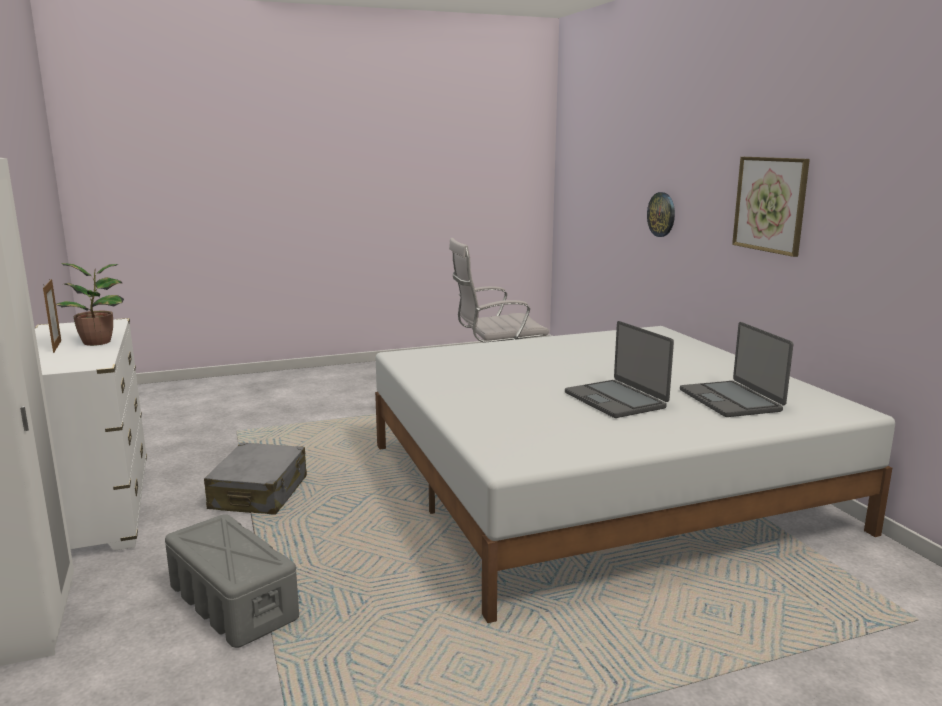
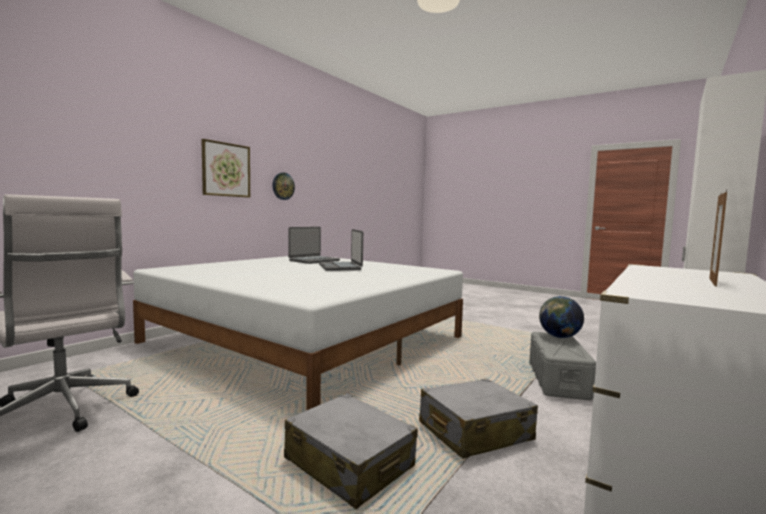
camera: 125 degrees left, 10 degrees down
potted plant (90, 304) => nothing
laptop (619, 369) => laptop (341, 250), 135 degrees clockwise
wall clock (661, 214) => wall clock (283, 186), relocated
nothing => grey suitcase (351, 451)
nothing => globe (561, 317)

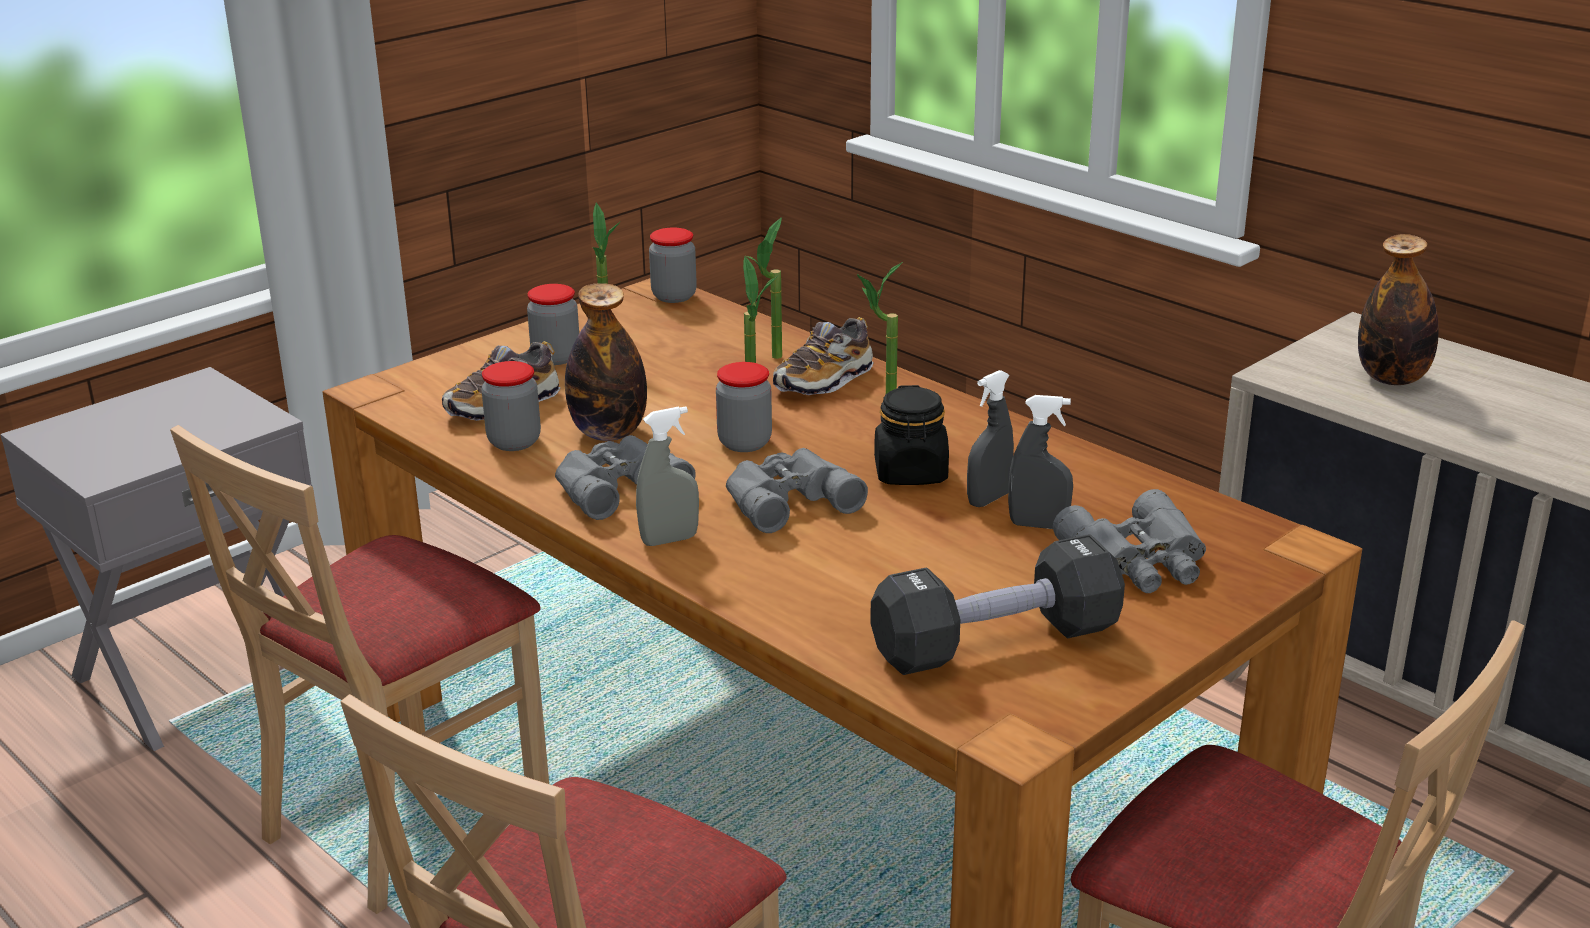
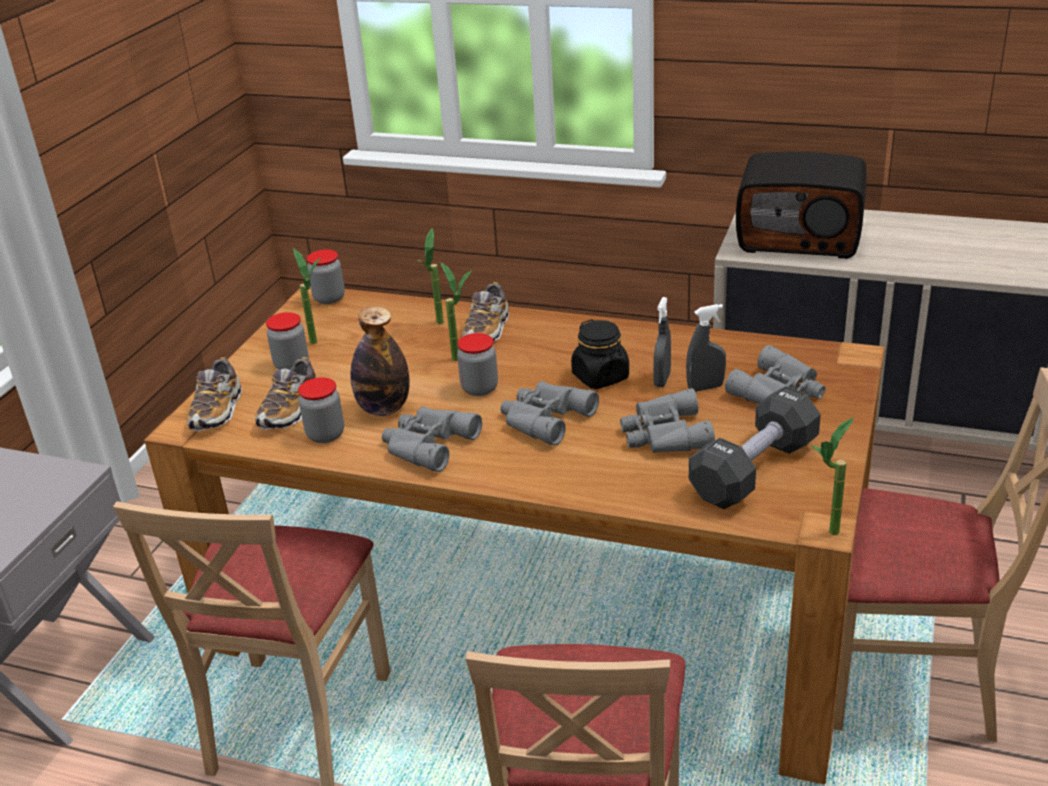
camera: 25 degrees left, 5 degrees up
grey spray bottle (667, 476) => nothing
potted plant (880, 328) => potted plant (832, 476), relocated
bottle (1398, 309) => radio (801, 205)
nothing => shoe (214, 394)
nothing => grey binoculars (667, 420)

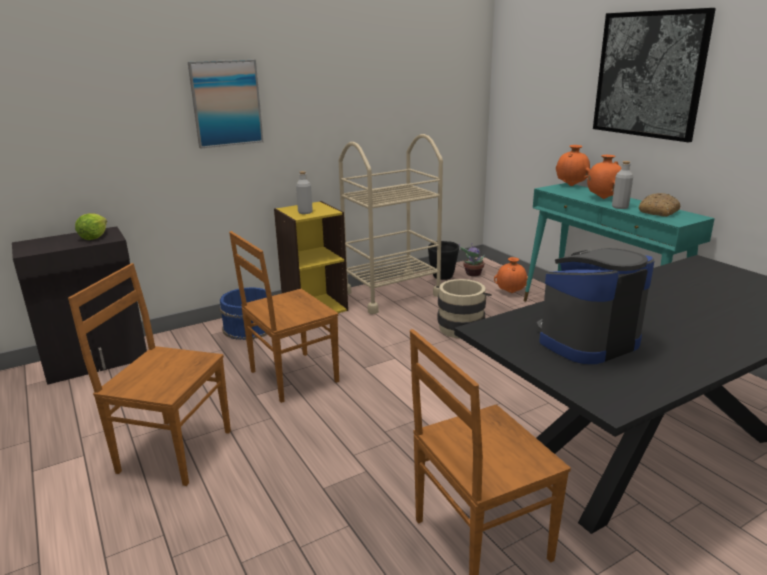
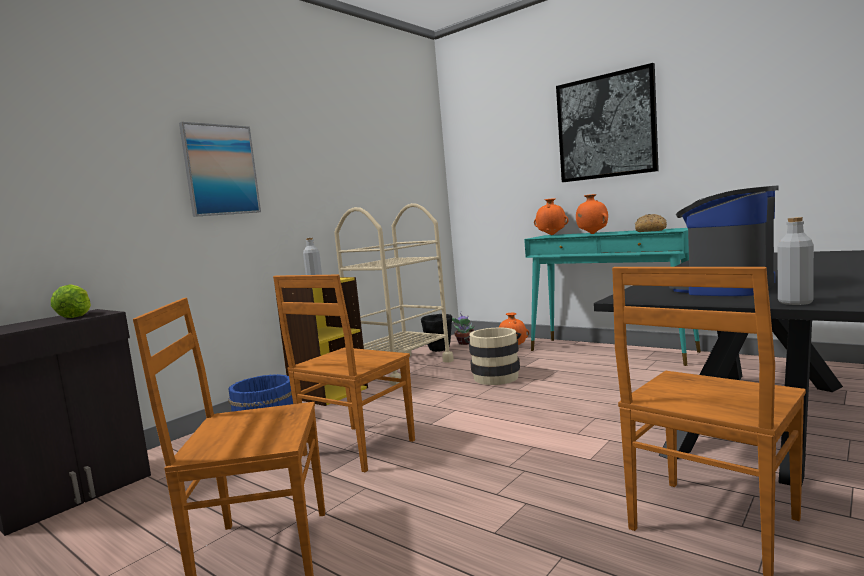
camera: 20 degrees left, 15 degrees down
grey bottle (622, 185) => grey bottle (795, 261), relocated

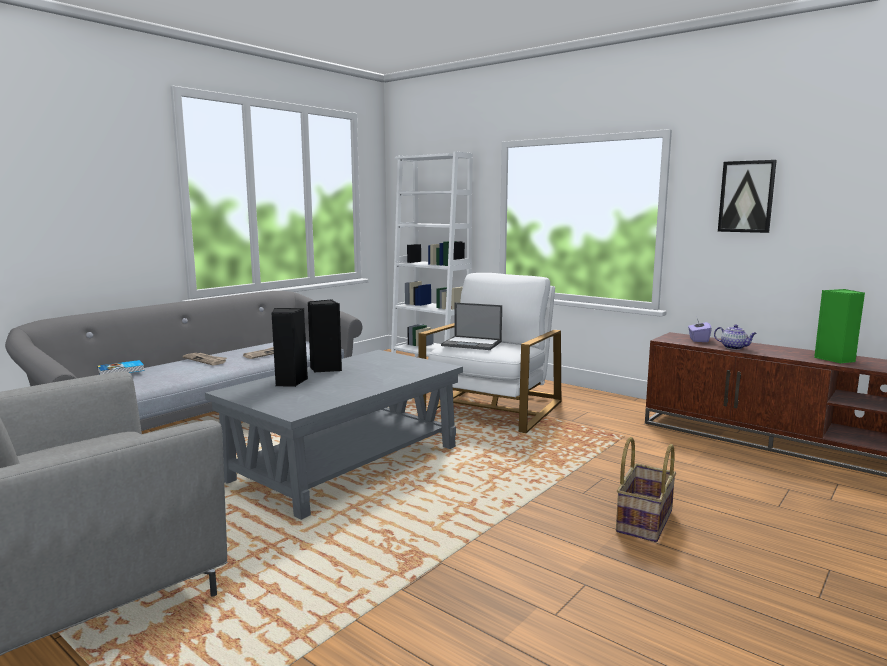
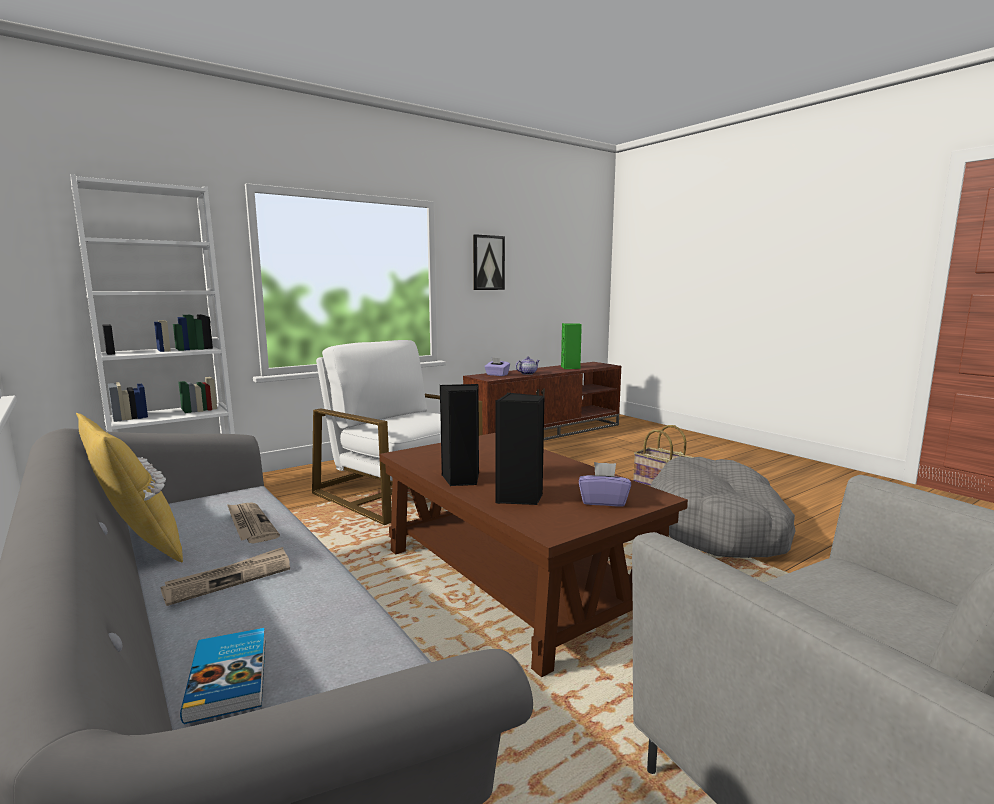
camera: 75 degrees left, 0 degrees up
grey coffee table (334, 435) => brown coffee table (533, 555)
laptop (471, 326) => nothing
nothing => yellow pillow (129, 487)
nothing => purple tissue box (605, 484)
nothing => grey dog bed (723, 507)

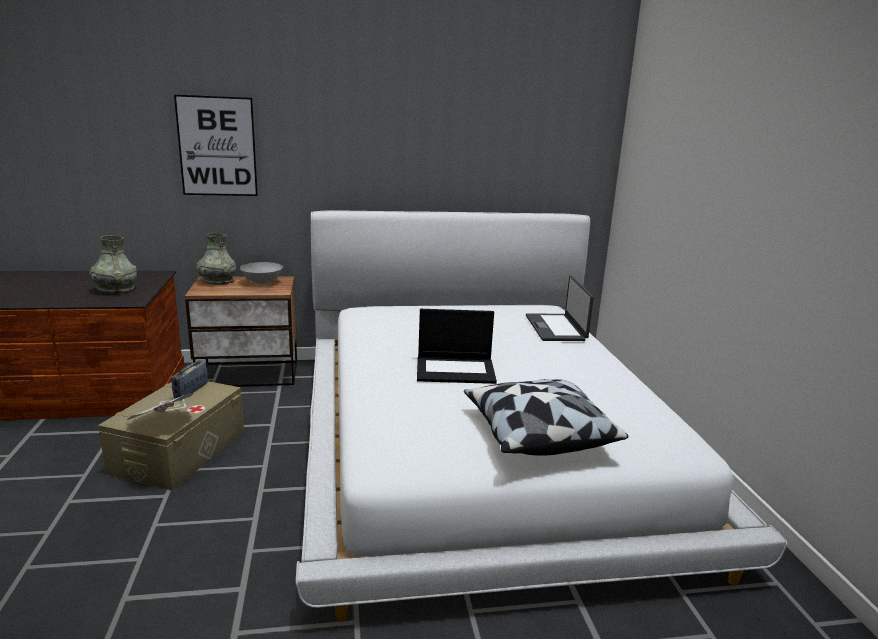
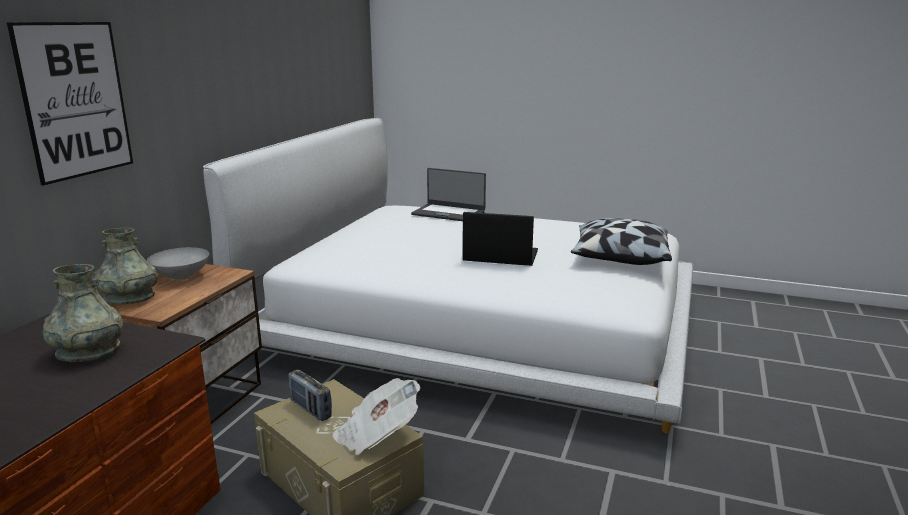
camera: 60 degrees left, 0 degrees up
laptop (457, 346) => laptop (500, 239), 105 degrees counterclockwise

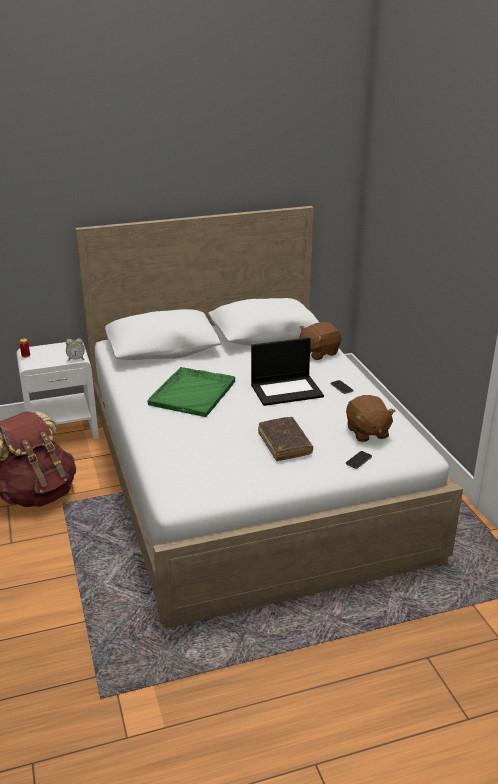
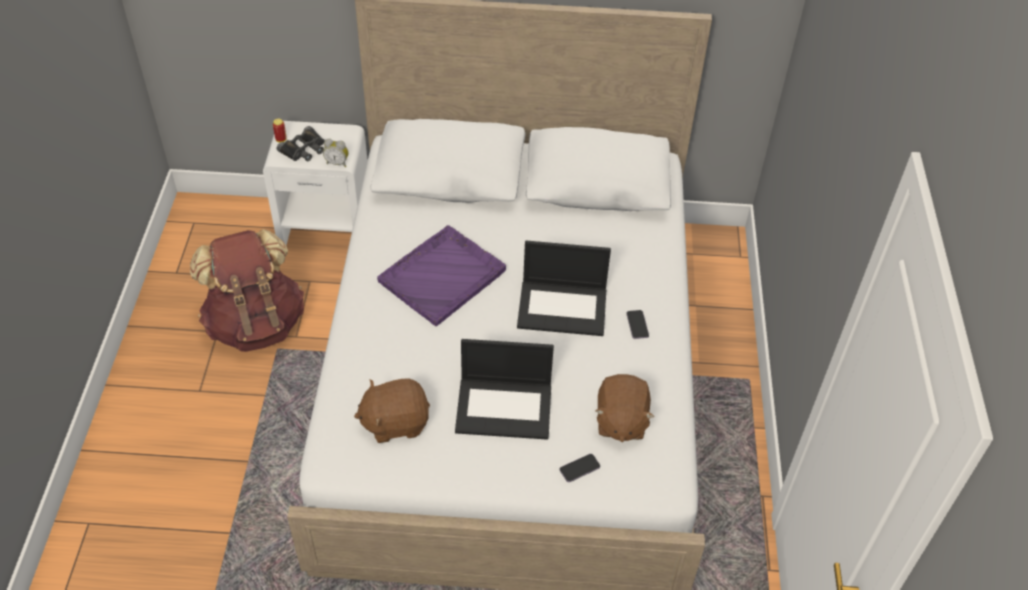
camera: 20 degrees right, 20 degrees up
green tray (191, 392) => purple tray (441, 275)
brown book (285, 439) => laptop (504, 389)
brown plush toy (320, 341) => brown plush toy (392, 410), relocated
nothing => black binoculars (301, 143)

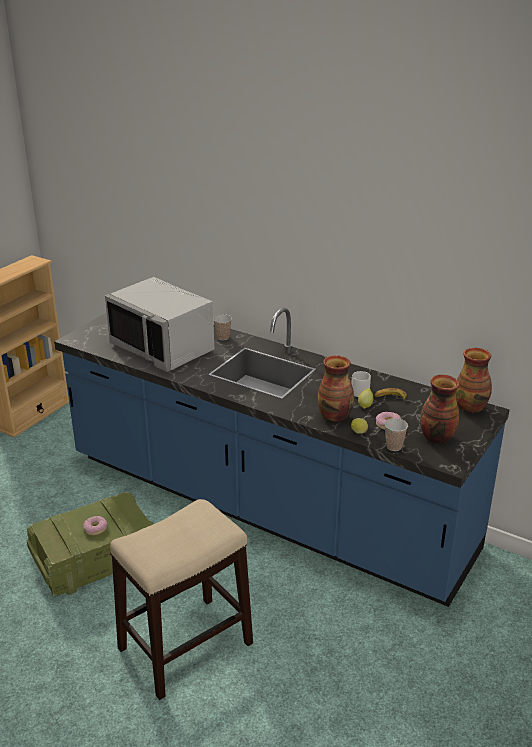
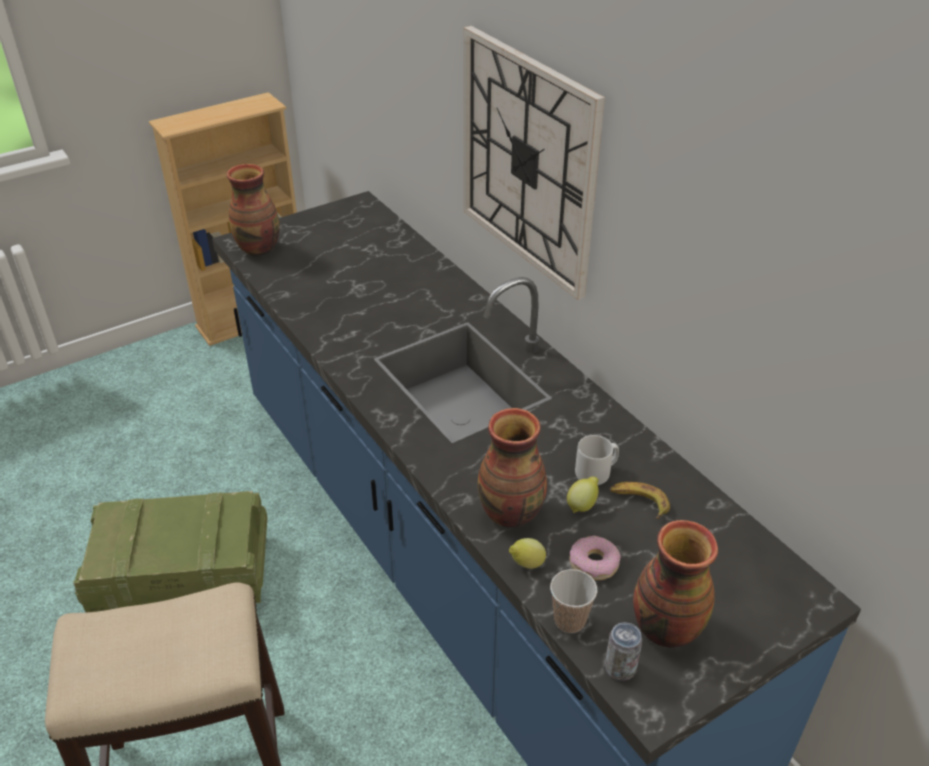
camera: 25 degrees right, 10 degrees up
donut (95, 525) => nothing
grey microwave (159, 324) => nothing
cup (222, 327) => nothing
vase (474, 380) => vase (253, 210), relocated
nothing => wall clock (534, 163)
nothing => can (623, 651)

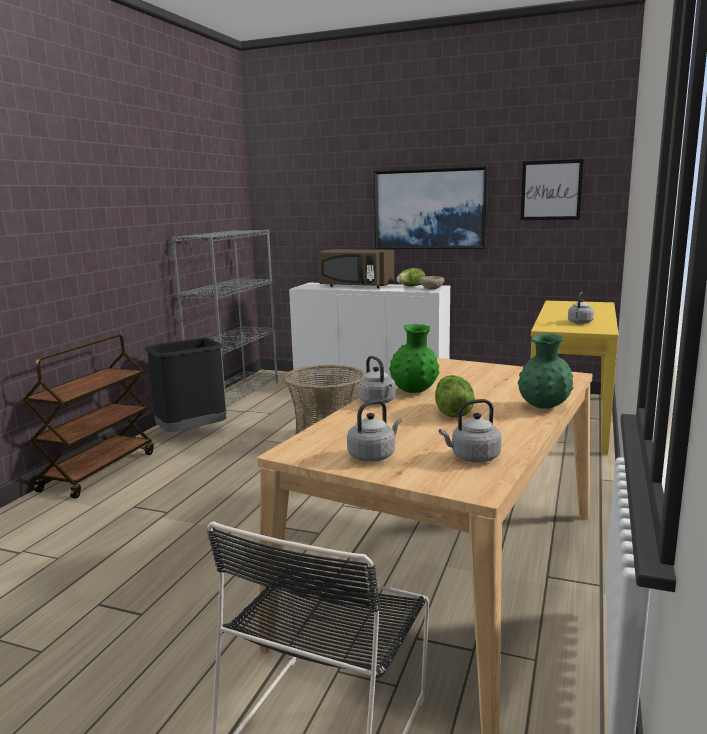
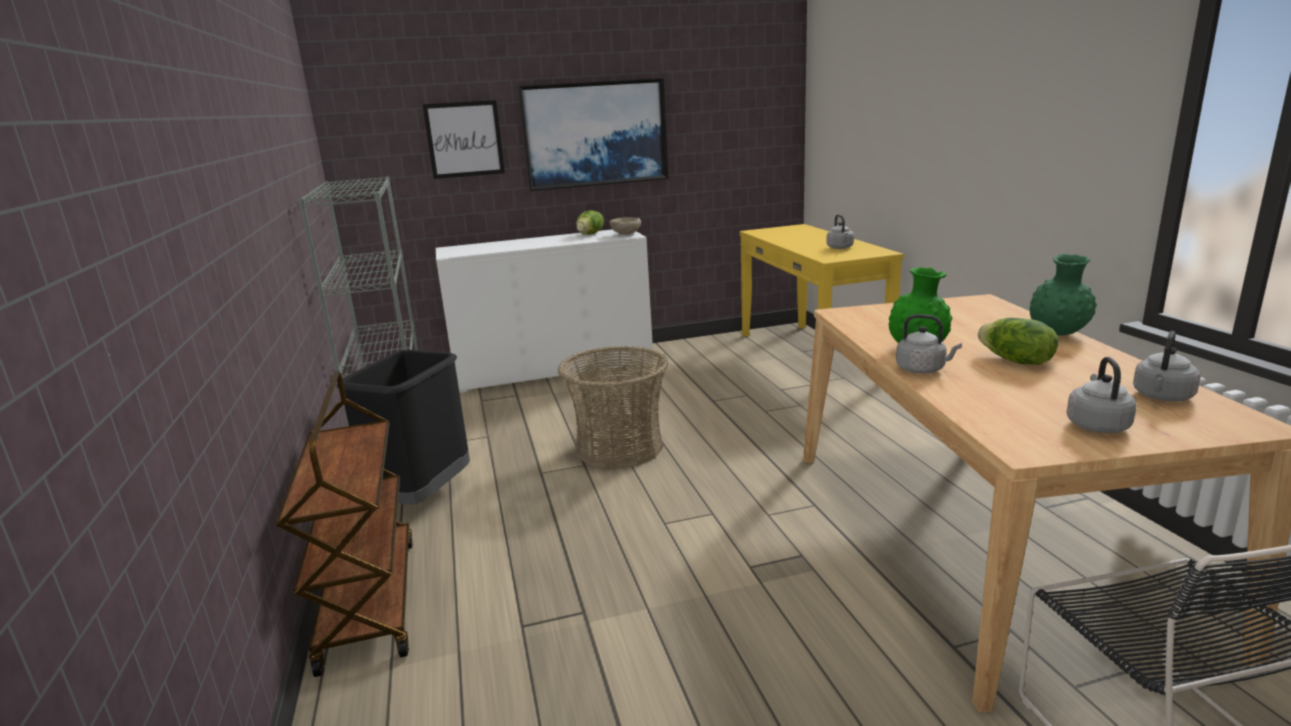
camera: 35 degrees left, 5 degrees up
brown microwave (356, 268) => nothing
picture (552, 189) => picture (464, 139), relocated

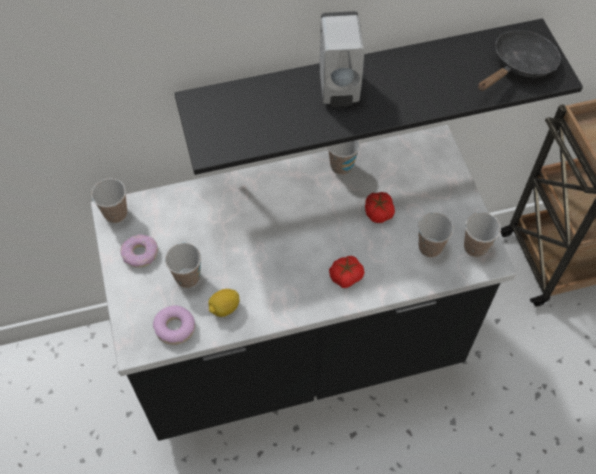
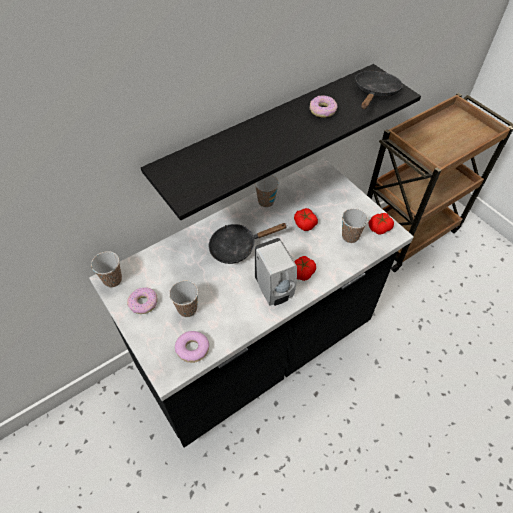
camera: 20 degrees left, 5 degrees down
lemon (224, 303) => nothing
white soap dispenser (342, 59) => white soap dispenser (276, 272), relocated
cup (482, 234) => tomato (381, 223)
nothing => black frying pan (248, 243)
nothing => donut (323, 106)

